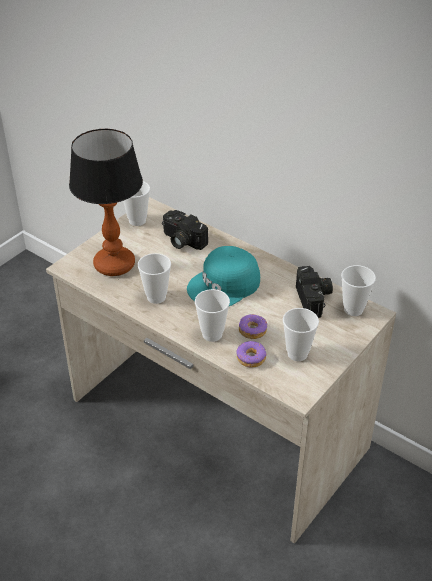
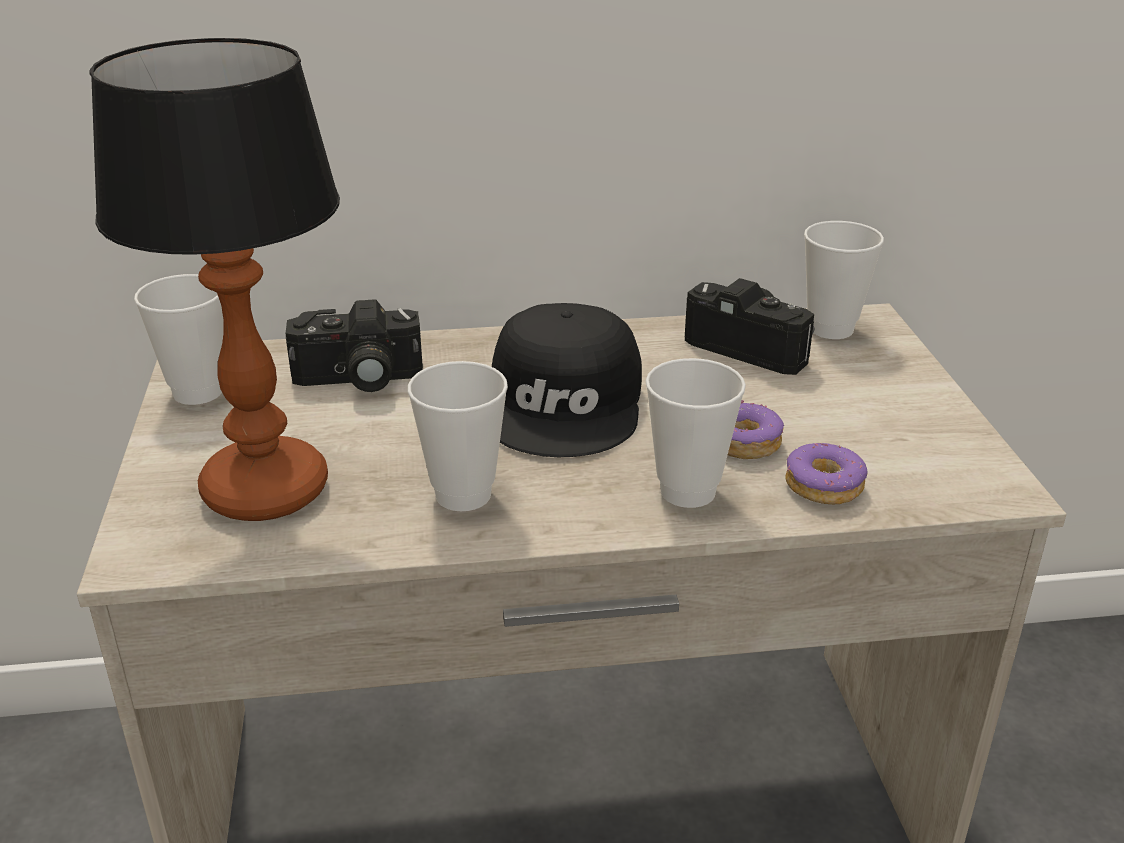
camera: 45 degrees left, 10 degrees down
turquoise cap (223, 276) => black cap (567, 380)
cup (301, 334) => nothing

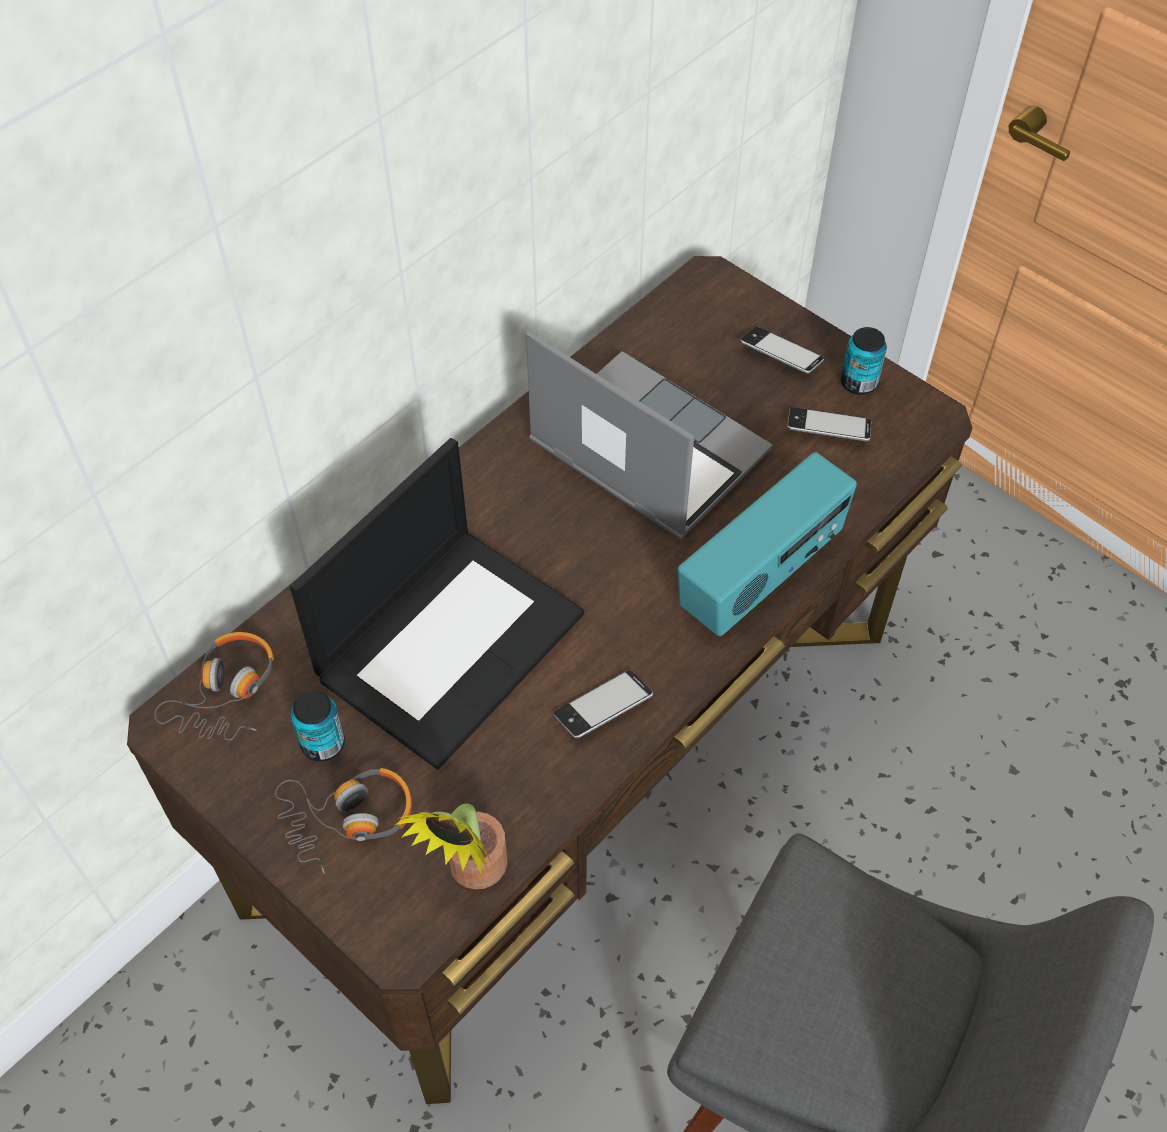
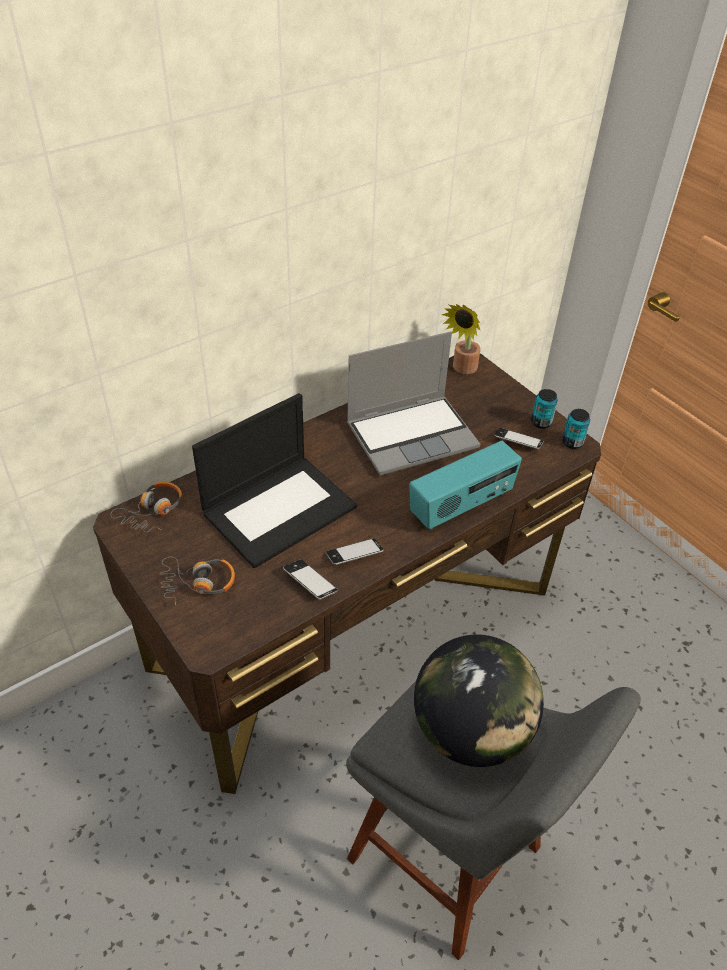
camera: 10 degrees right, 10 degrees down
can (318, 725) => can (576, 429), relocated
potted plant (451, 846) => potted plant (461, 339), relocated
laptop (649, 435) => laptop (413, 404), 105 degrees clockwise
phone (782, 350) => phone (310, 580), relocated
nothing => globe (479, 700)

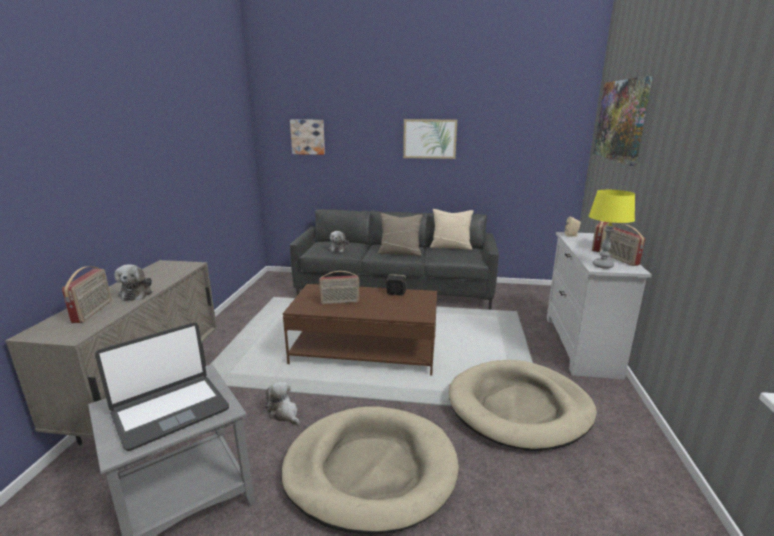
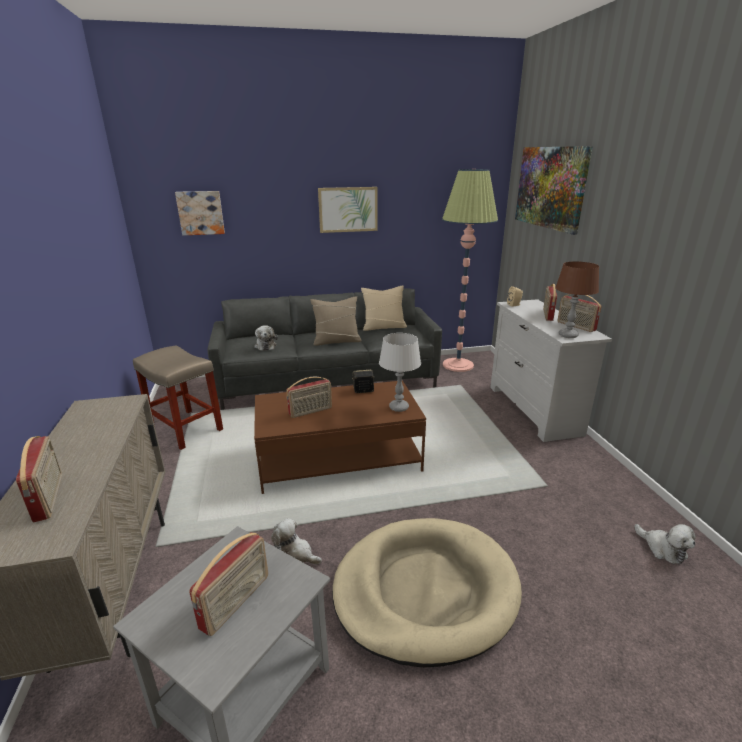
camera: 20 degrees left, 5 degrees up
laptop (162, 387) => radio (228, 584)
plush toy (133, 282) => plush toy (665, 544), relocated
beige dog bed (523, 405) => nothing
yellow table lamp (612, 229) => brown table lamp (577, 299)
nothing => beige stool (178, 397)
nothing => grey table lamp (400, 372)
nothing => floor lamp (470, 270)

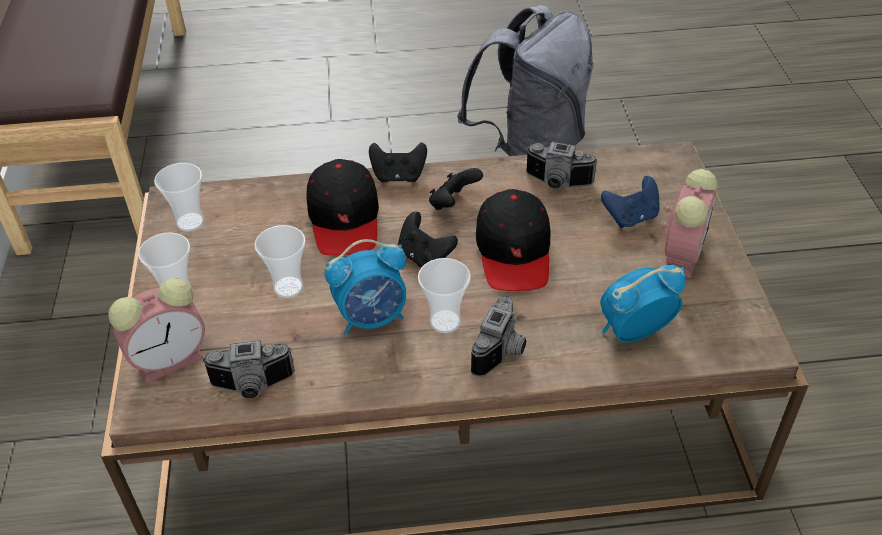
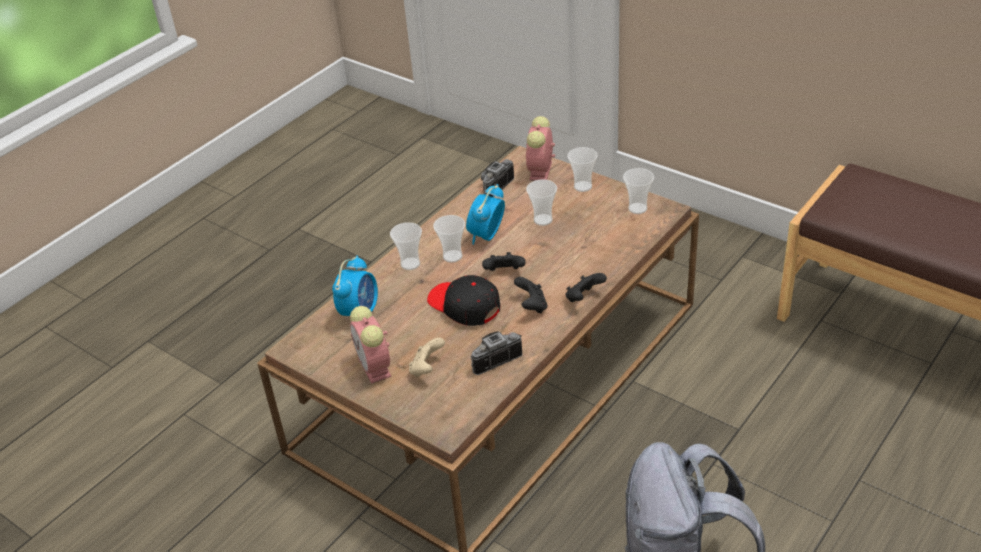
camera: 135 degrees right, 5 degrees down
black cap (342, 207) => nothing
photo camera (498, 336) => cup (406, 246)
blue game controller (630, 202) => beige game controller (427, 357)

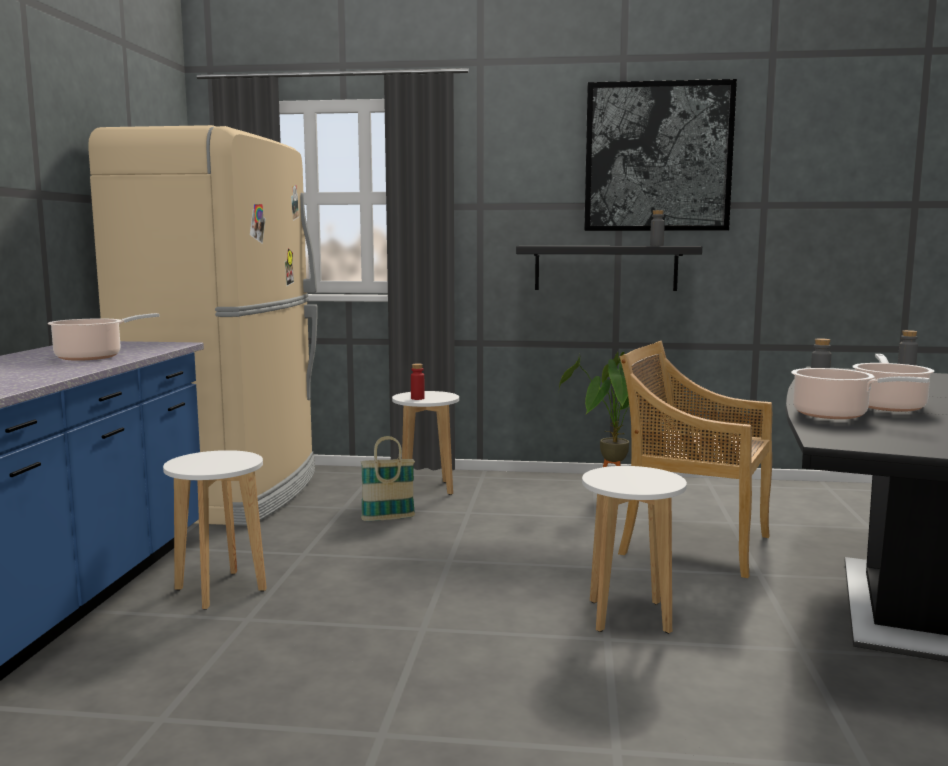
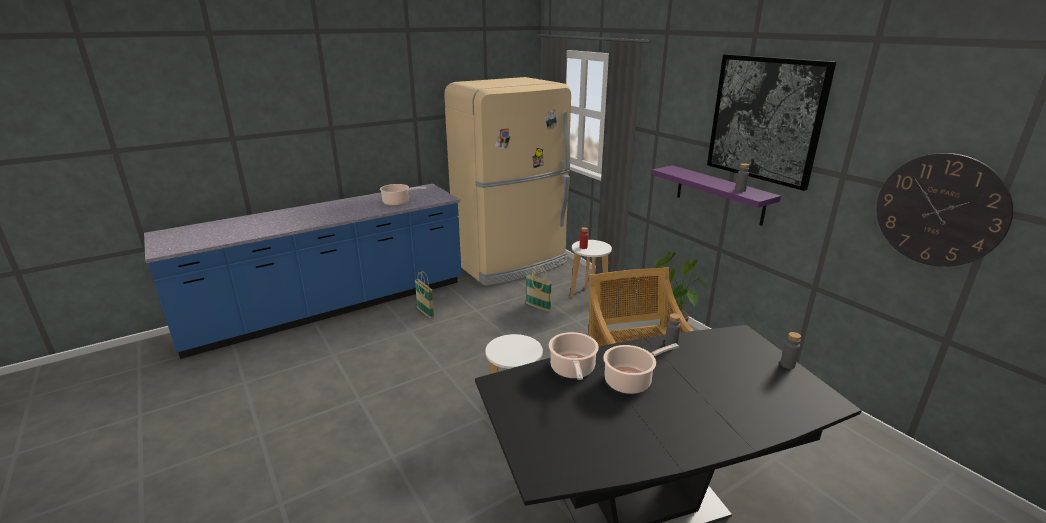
camera: 50 degrees right, 15 degrees up
white stool (215, 530) => basket (424, 295)
black shelf (609, 268) => purple shelf (716, 195)
nothing => wall clock (944, 210)

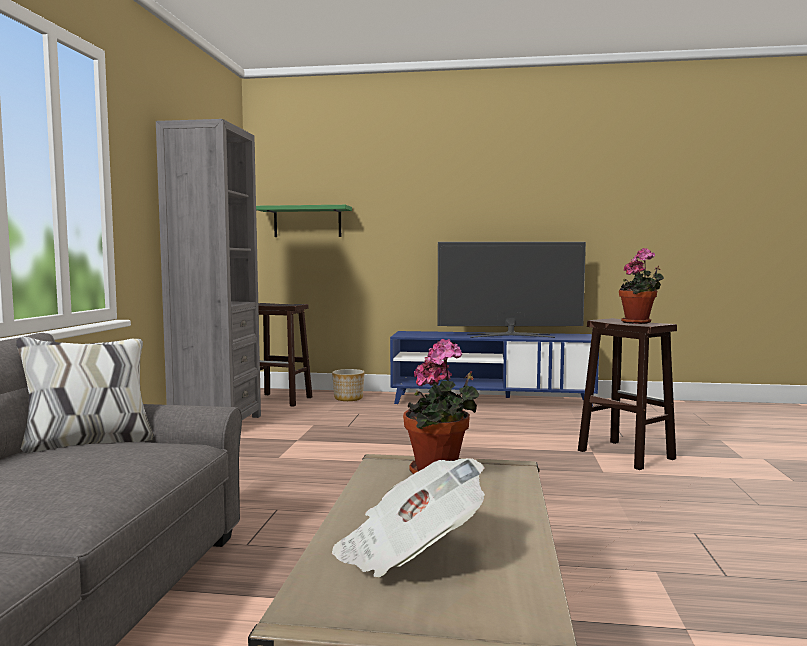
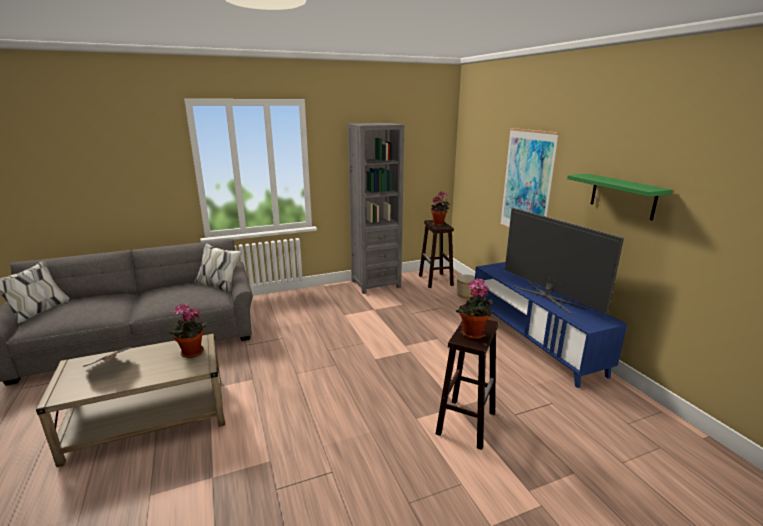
camera: 60 degrees right, 15 degrees up
green shelf (304, 221) => green shelf (619, 197), relocated
nothing => potted plant (440, 209)
nothing => picture (530, 178)

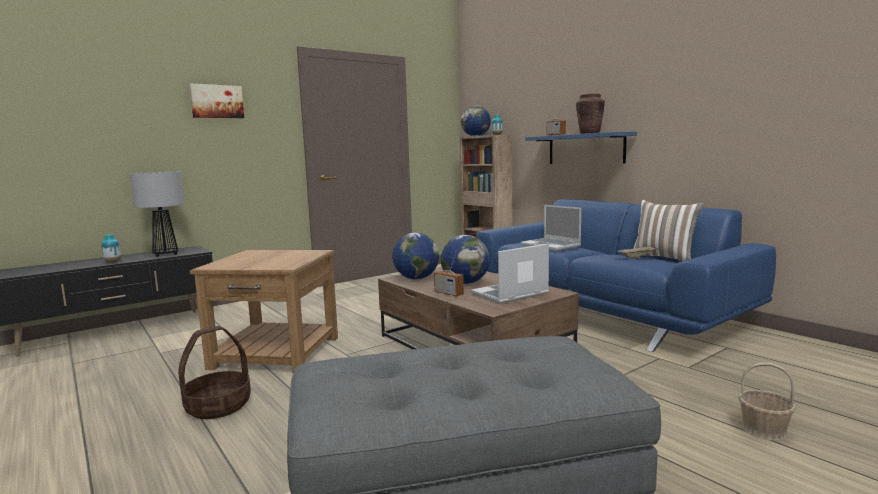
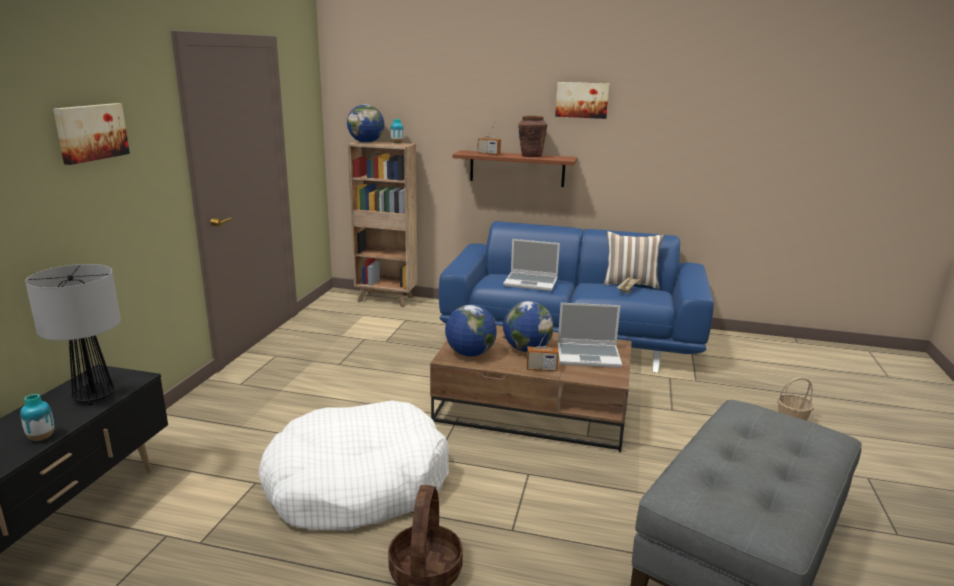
camera: 40 degrees left, 10 degrees up
brown side table (264, 311) => white dog bed (353, 465)
laptop (510, 274) => laptop (590, 335), 105 degrees counterclockwise
blue shelf (581, 148) => brown shelf (515, 168)
nothing => picture (582, 100)

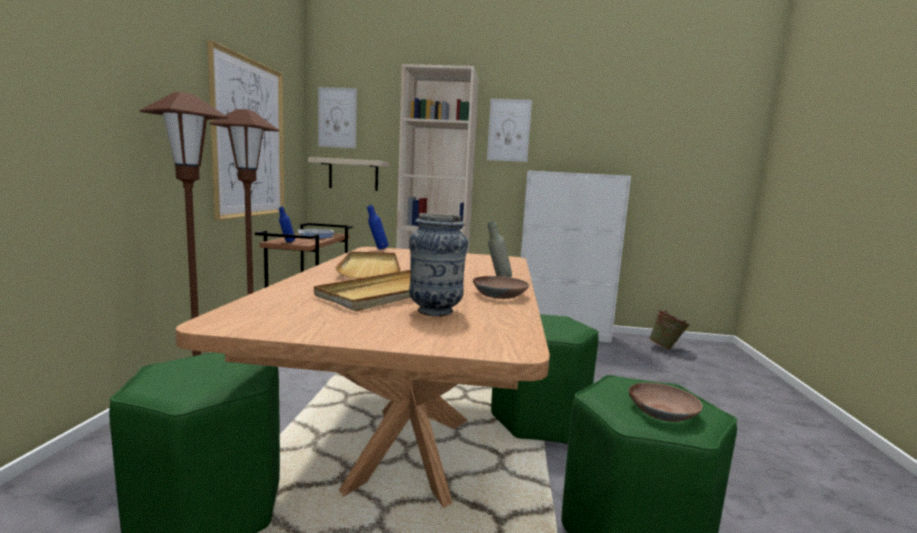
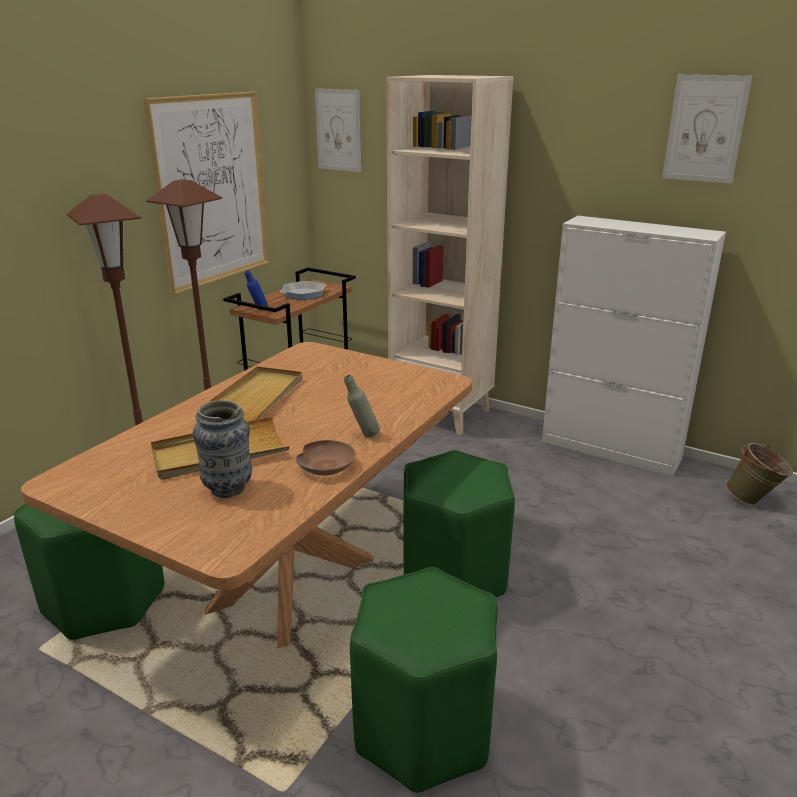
camera: 25 degrees right, 15 degrees up
beige shelf (348, 174) => nothing
blue bottle (377, 227) => nothing
picture (509, 130) => picture (707, 129), relocated
brown bowl (666, 402) => nothing

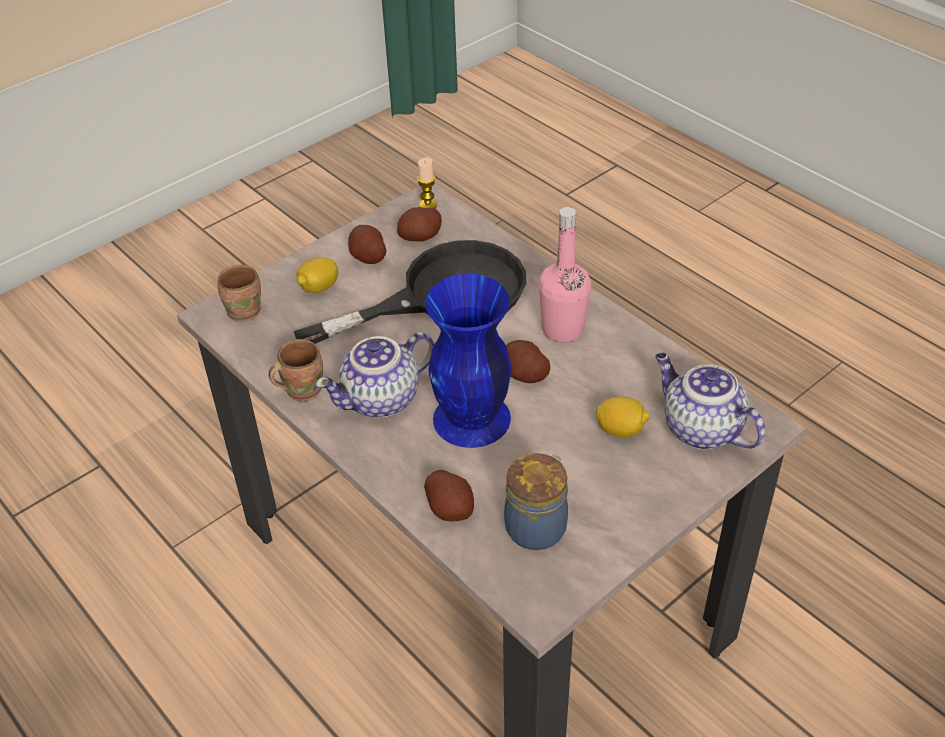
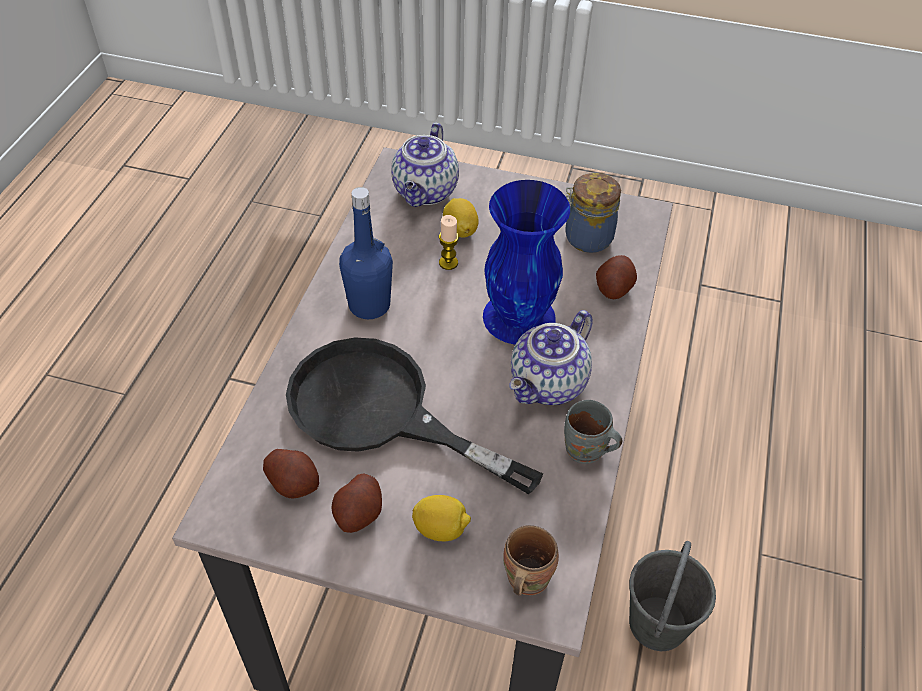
camera: 125 degrees left, 5 degrees up
brown mug (296, 370) => grey mug (593, 432)
teapot (374, 375) => teapot (551, 357), 105 degrees clockwise
candle (427, 182) => candle (449, 242), relocated
potato (528, 361) => nothing
pink bottle (565, 275) => blue bottle (366, 253)
nothing => grey bucket (672, 596)

